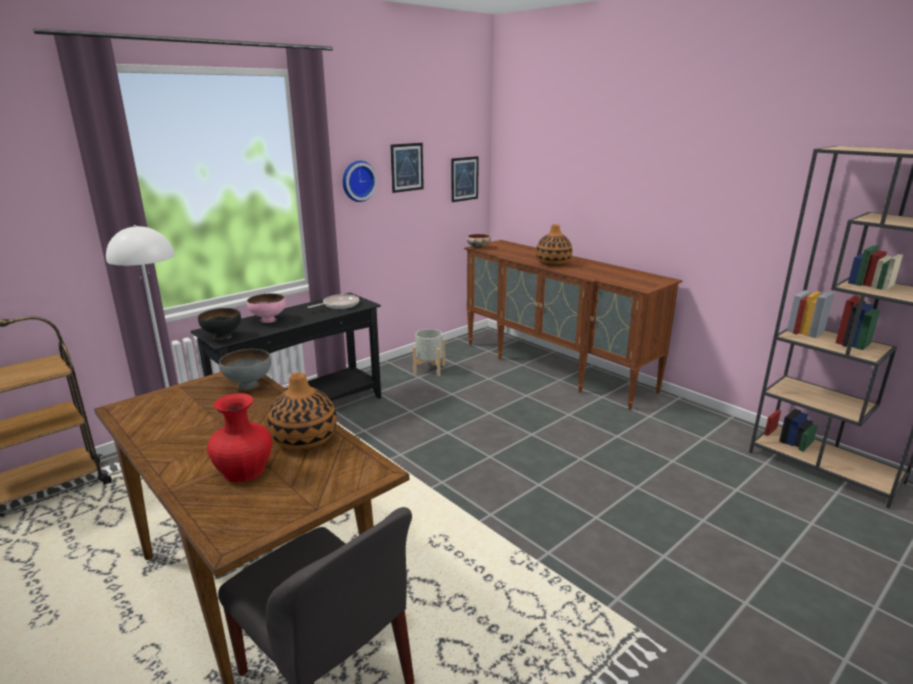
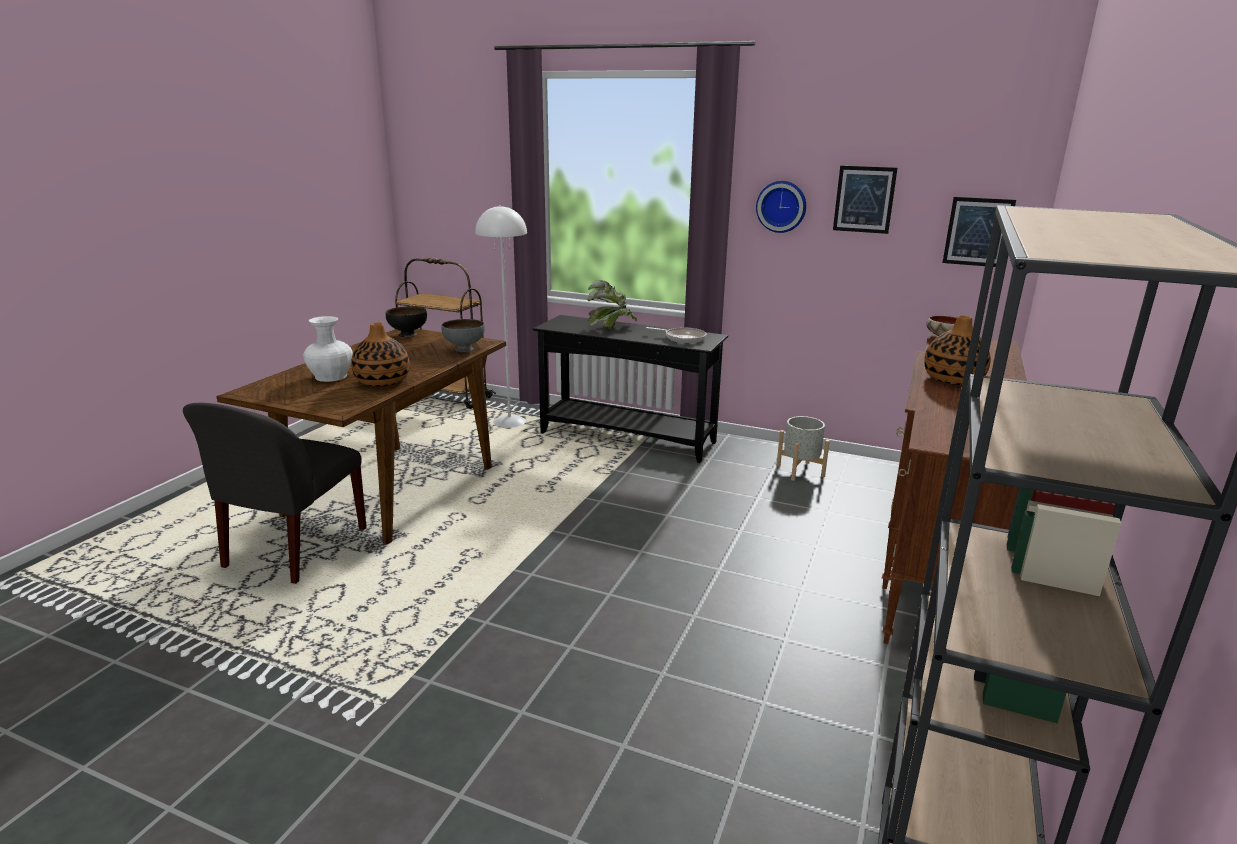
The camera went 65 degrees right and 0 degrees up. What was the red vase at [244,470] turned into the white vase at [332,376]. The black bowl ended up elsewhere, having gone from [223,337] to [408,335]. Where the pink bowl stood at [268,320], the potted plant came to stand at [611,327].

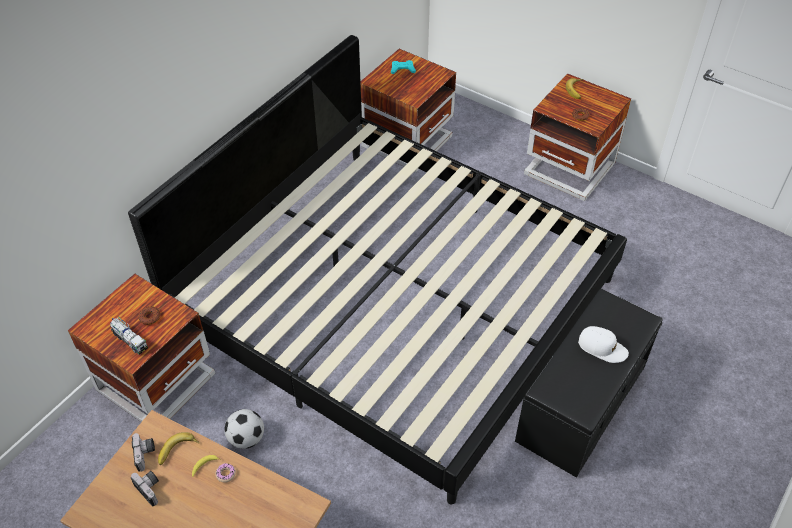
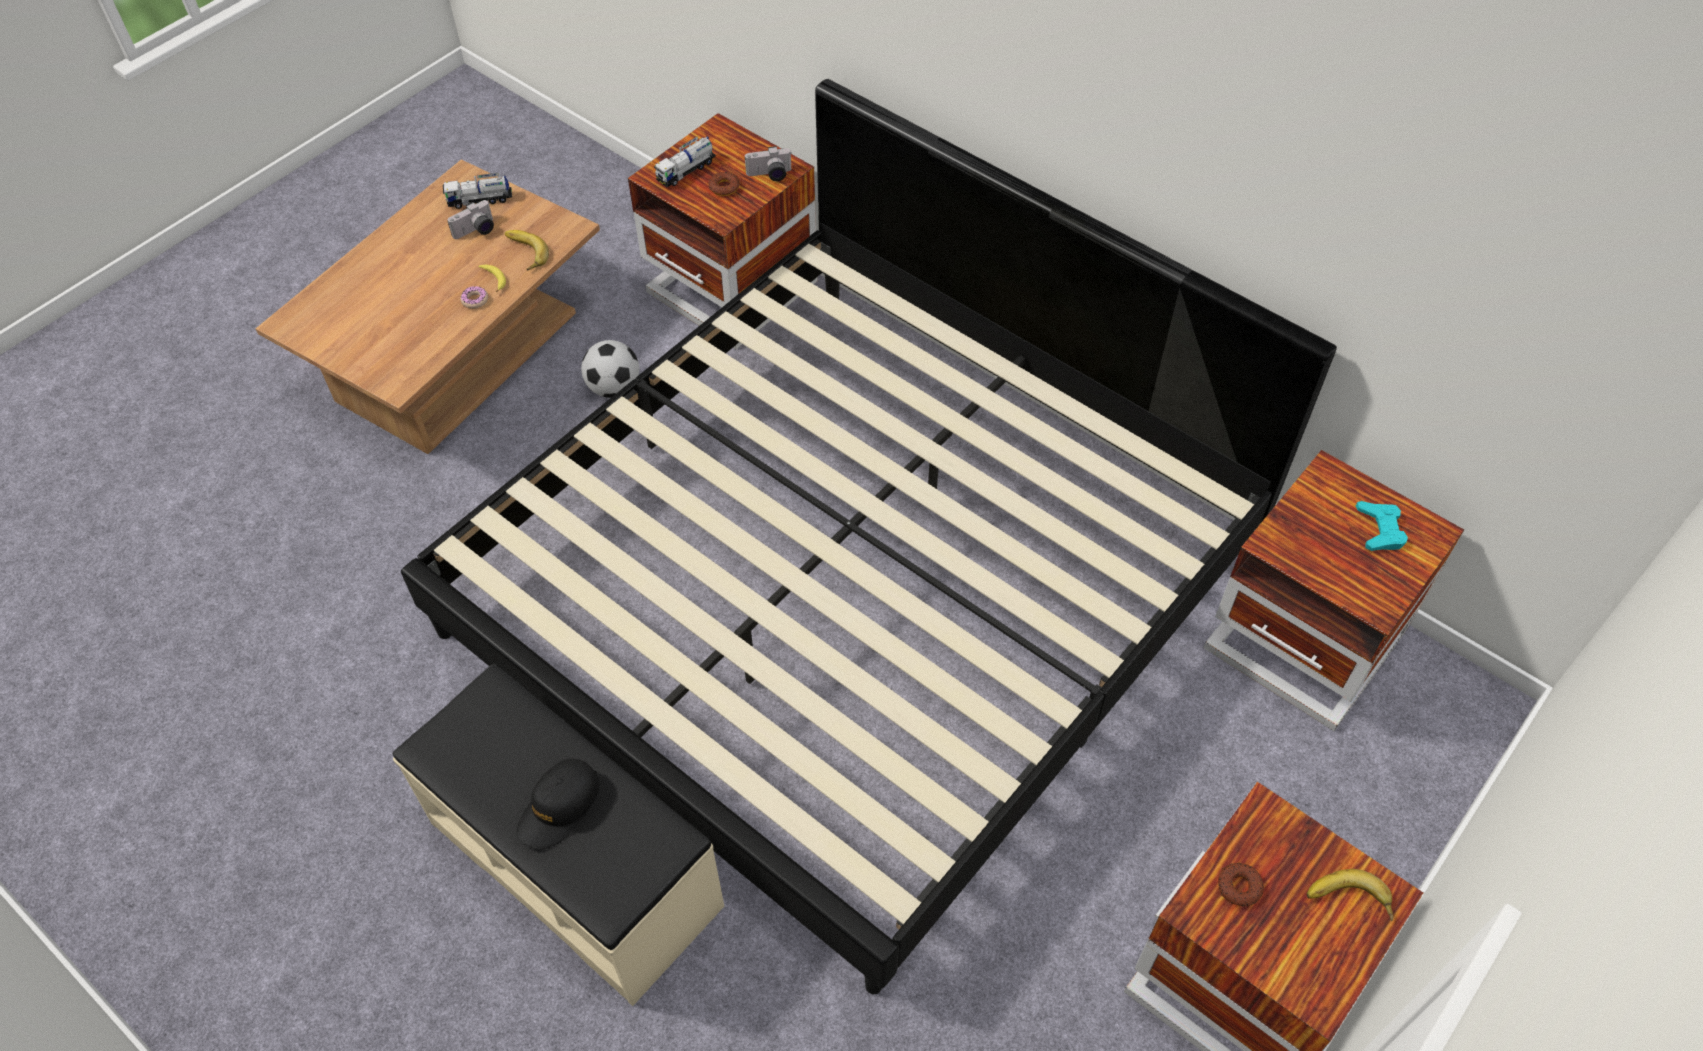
The camera went 95 degrees right and 5 degrees up. What was the black bench at [580,402] turned into the beige bench at [577,862]. The second view gained the toy truck at [480,200]. What was the white cap at [602,347] turned into the black cap at [559,808]. The photo camera ended up elsewhere, having gone from [145,454] to [770,175].

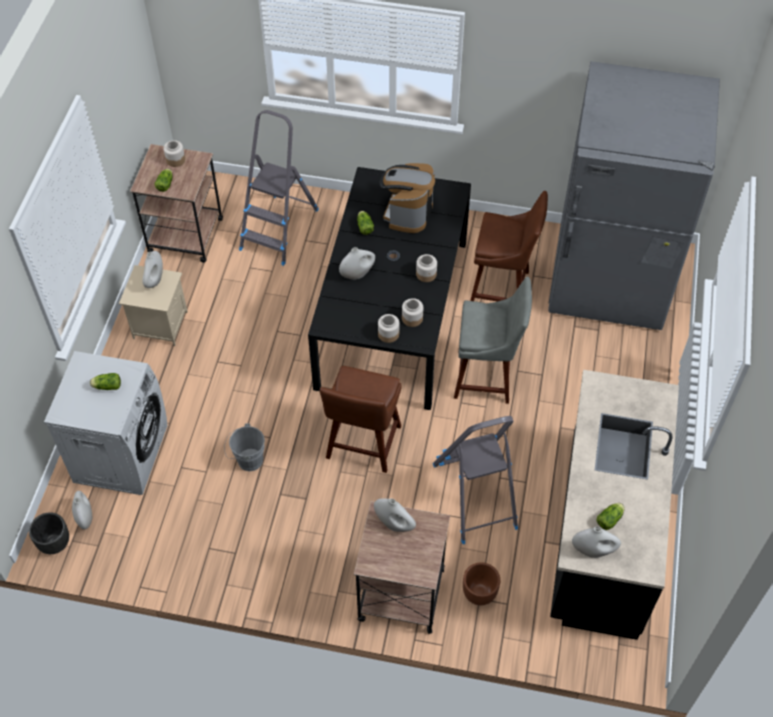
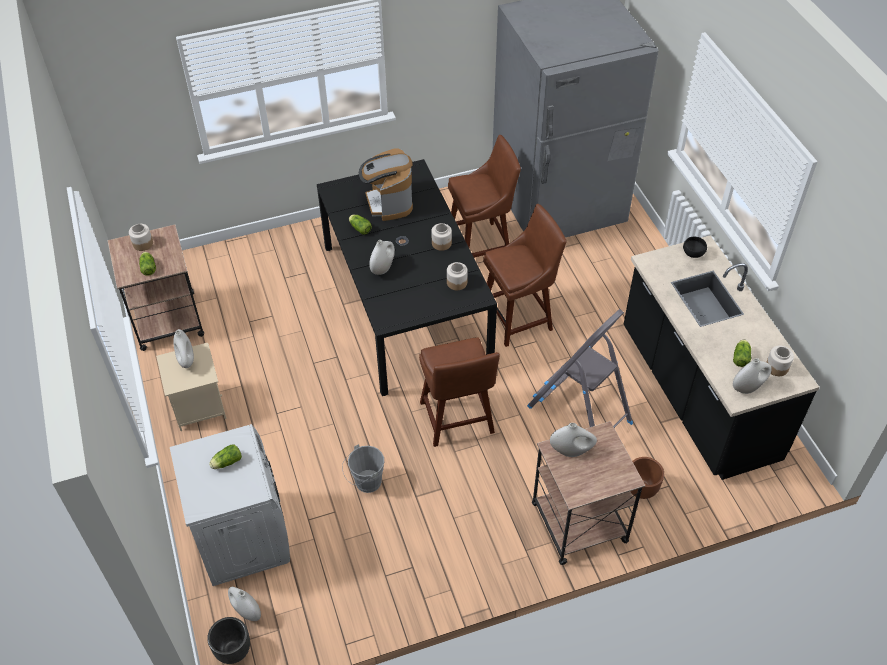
The camera went 30 degrees left and 5 degrees down. What was the grey chair at [487,376] turned into the brown chair at [520,317]. The second view gained the black bowl at [693,253]. The jar ended up elsewhere, having gone from [388,334] to [777,367]. The second view lost the grey step ladder at [279,230].

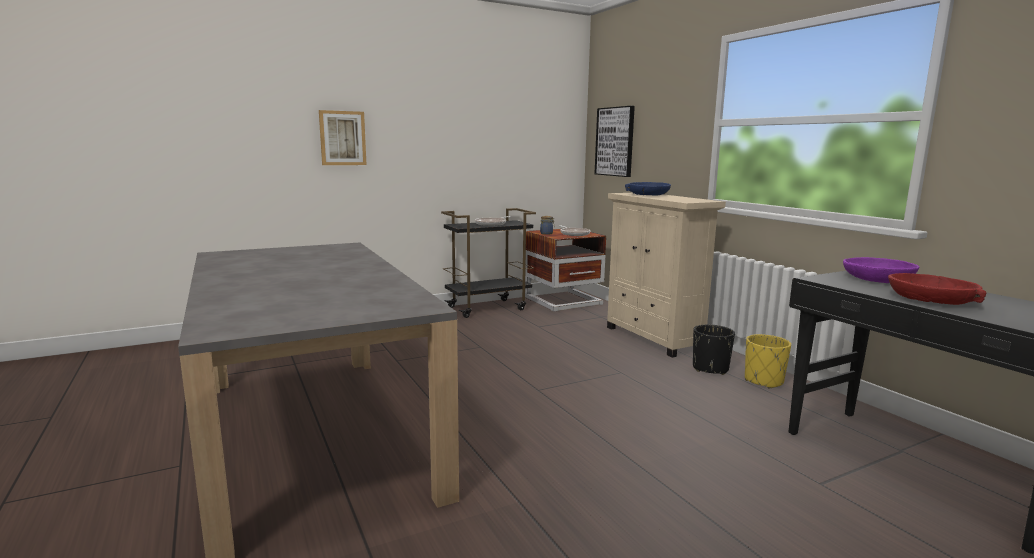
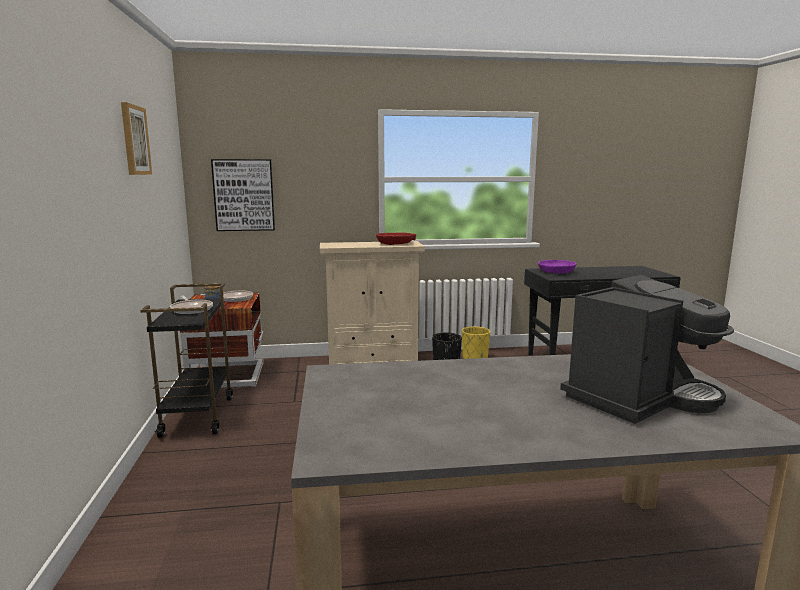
The camera went 70 degrees left and 0 degrees up. The picture ended up elsewhere, having gone from [342,138] to [134,140]. The red bowl ended up elsewhere, having gone from [931,299] to [395,243]. The second view gained the coffee machine at [639,397]. The second view lost the blue bowl at [648,194].

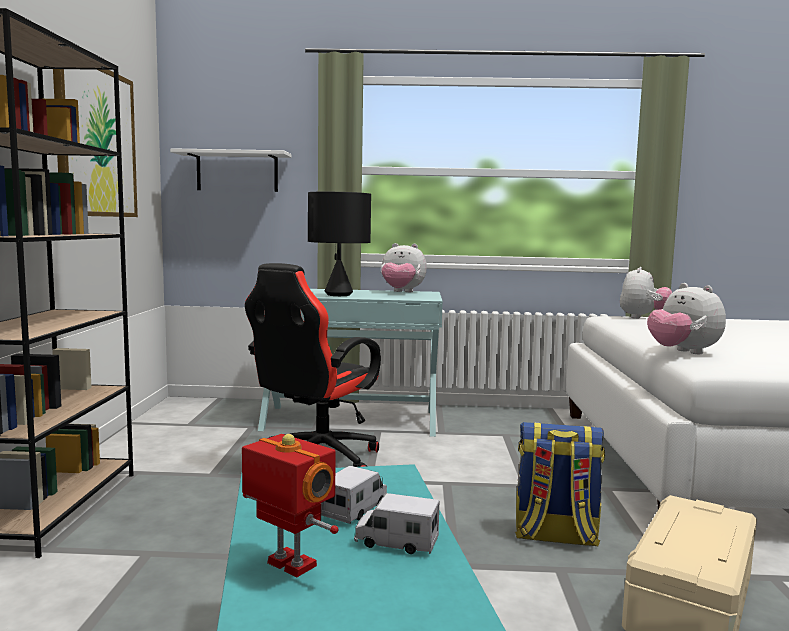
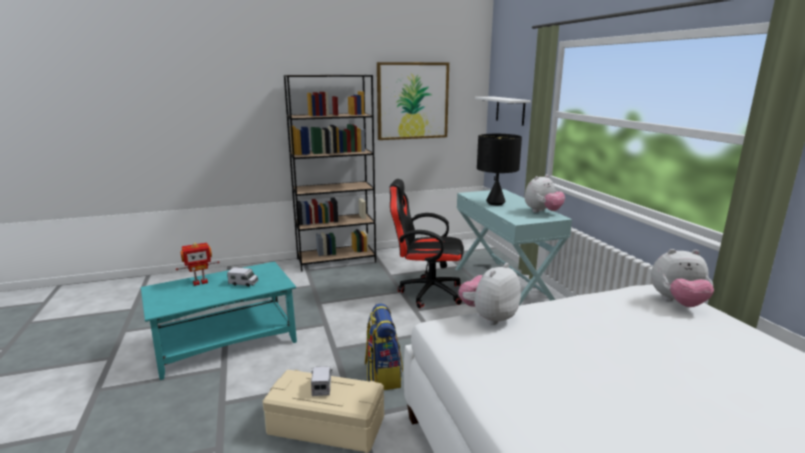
The camera went 70 degrees right and 10 degrees up. The toy robot at [289,565] ended up facing another way, 45 degrees clockwise from before. The toy truck ended up elsewhere, having gone from [396,542] to [322,386]. The plush toy at [402,292] ended up facing another way, 120 degrees counterclockwise from before.

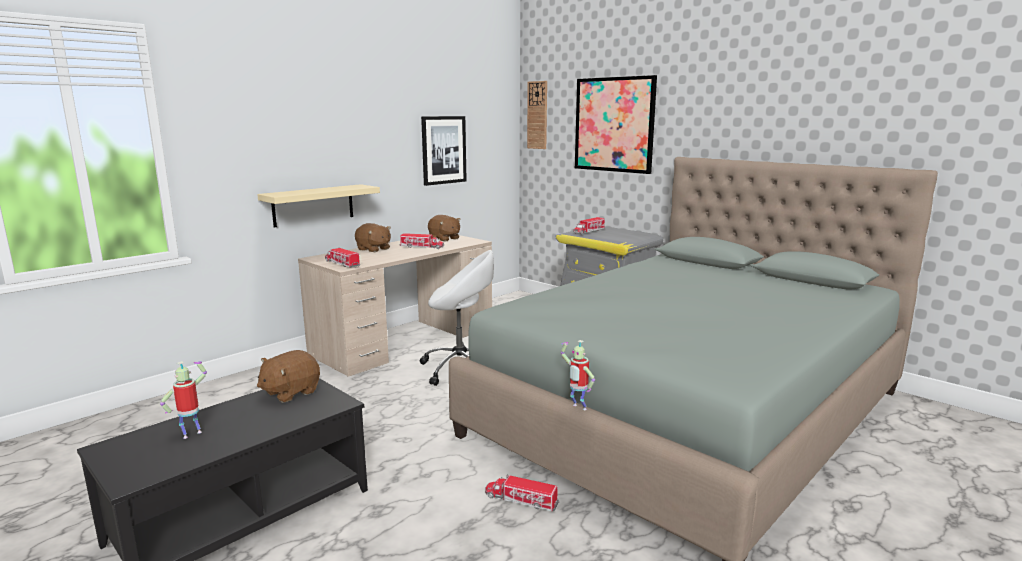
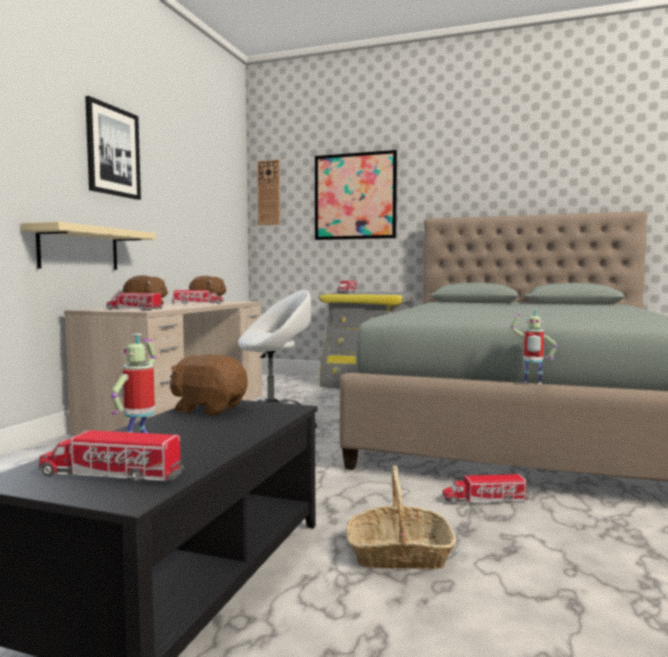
The camera went 25 degrees left and 10 degrees down. The second view gained the toy truck at [110,475]. The picture ended up elsewhere, having gone from [443,150] to [113,151]. The brown plush toy at [290,392] ended up facing another way, 90 degrees clockwise from before. The second view gained the basket at [398,554].

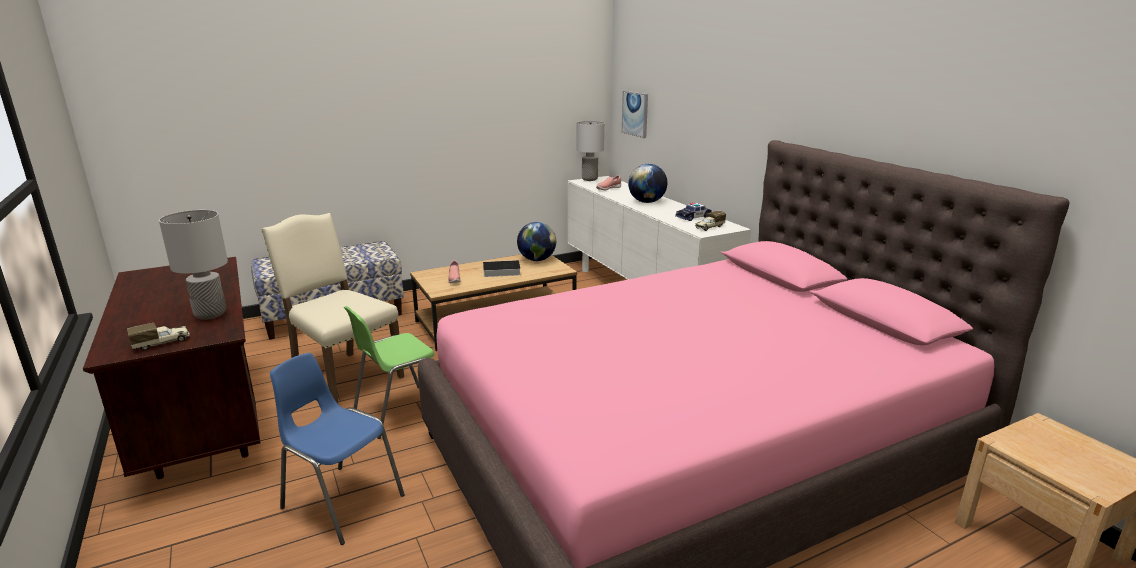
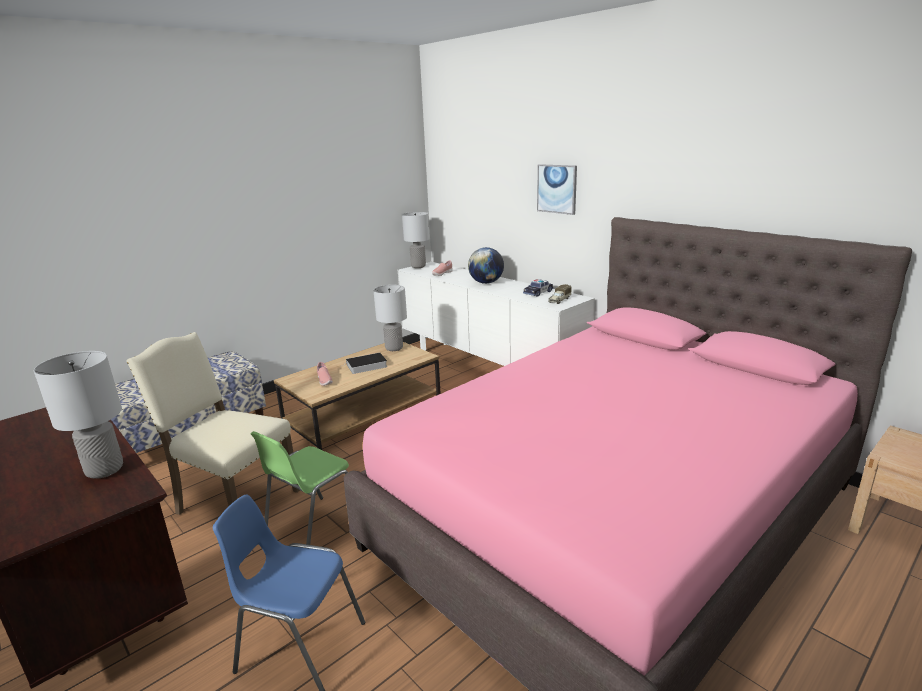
The camera went 15 degrees left and 0 degrees up. Where the globe stood at [537,260], the grey table lamp came to stand at [394,349]. The picture ended up elsewhere, having gone from [635,114] to [557,189]. The second view lost the toy truck at [162,343].

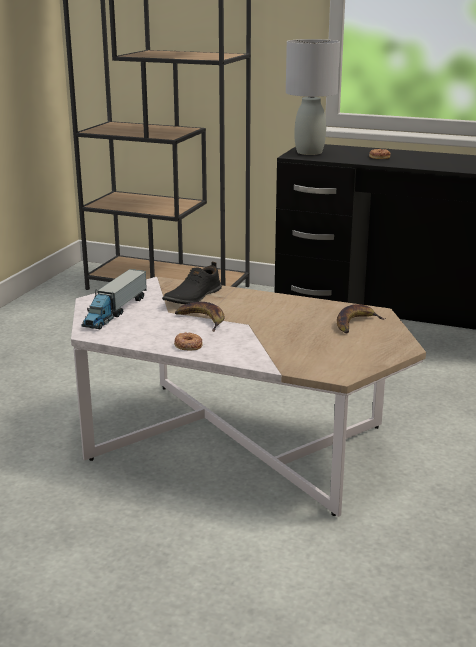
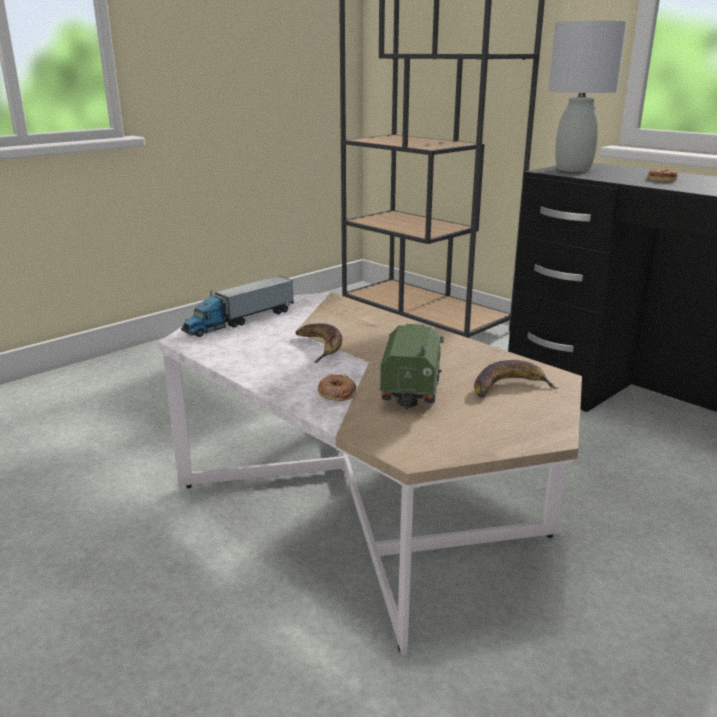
The camera went 25 degrees right and 0 degrees up. The donut ended up elsewhere, having gone from [188,345] to [337,392]. The second view gained the toy truck at [412,384]. The second view lost the black shoe at [192,297].

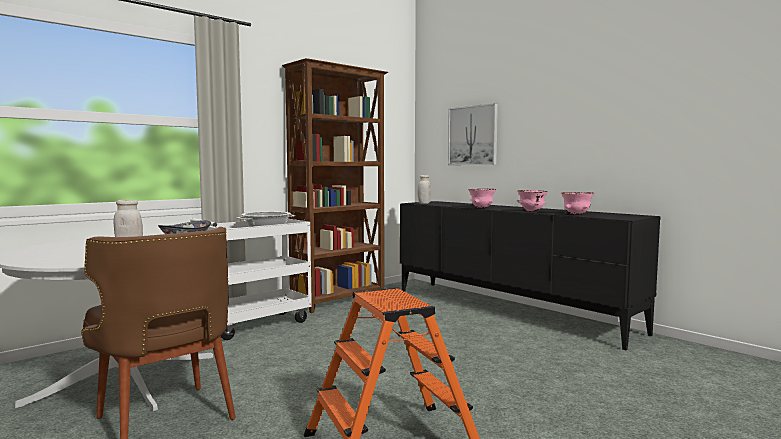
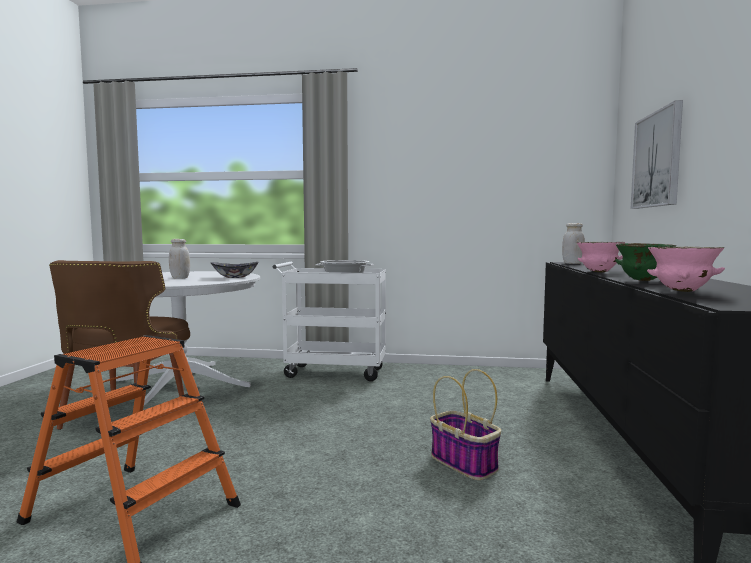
The camera went 50 degrees right and 0 degrees up. The second view gained the basket at [465,463]. What was the pink bowl at [531,211] turned into the green bowl at [642,280]. The second view lost the brown bookcase at [339,300].

